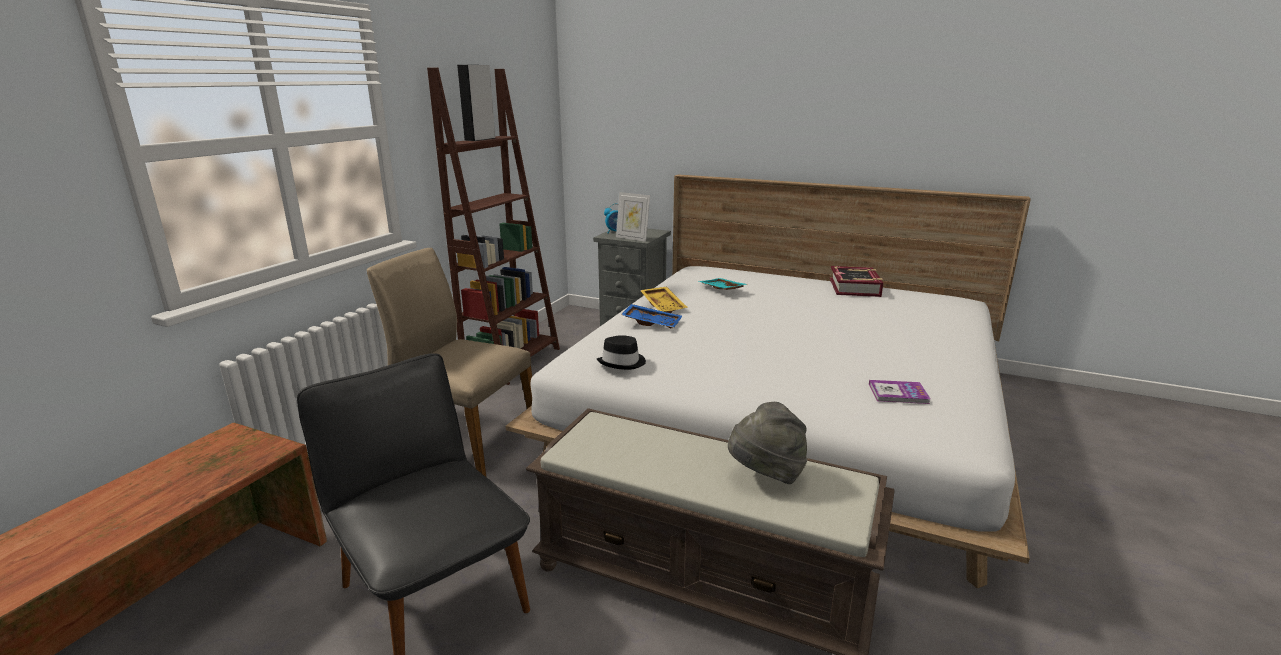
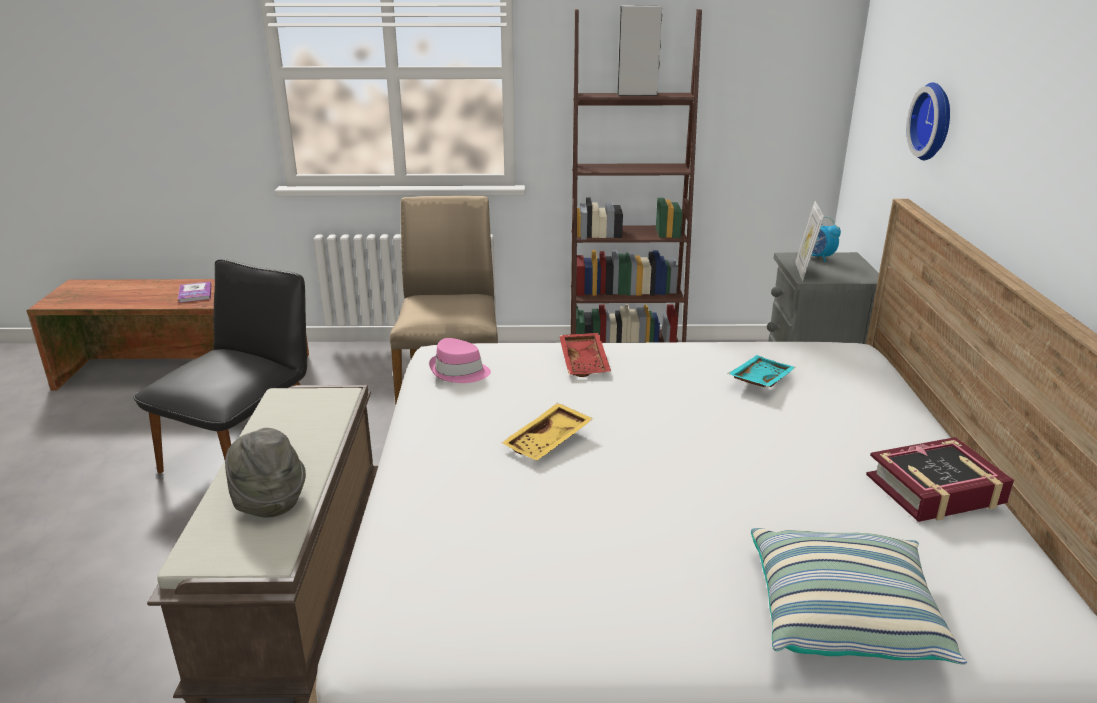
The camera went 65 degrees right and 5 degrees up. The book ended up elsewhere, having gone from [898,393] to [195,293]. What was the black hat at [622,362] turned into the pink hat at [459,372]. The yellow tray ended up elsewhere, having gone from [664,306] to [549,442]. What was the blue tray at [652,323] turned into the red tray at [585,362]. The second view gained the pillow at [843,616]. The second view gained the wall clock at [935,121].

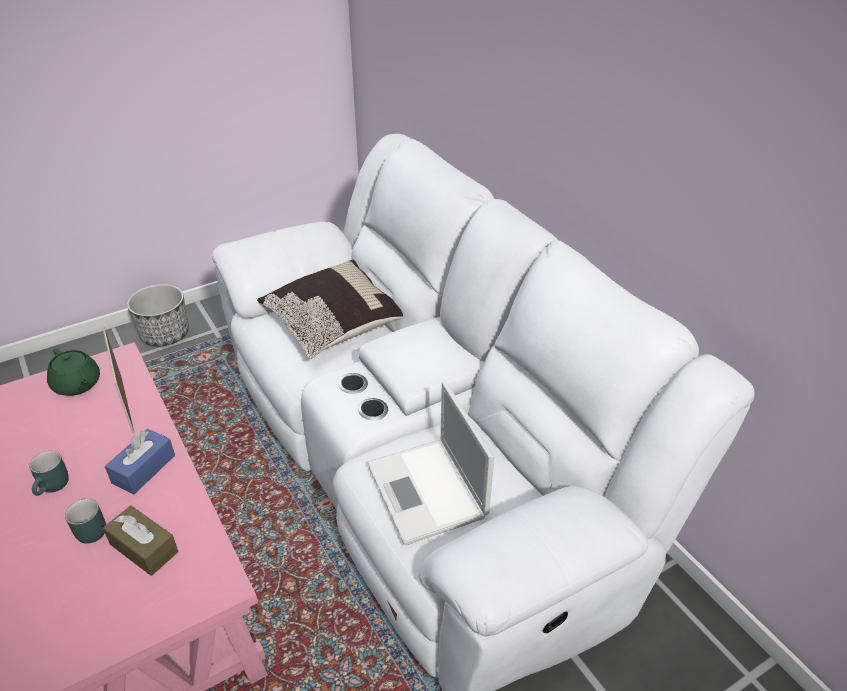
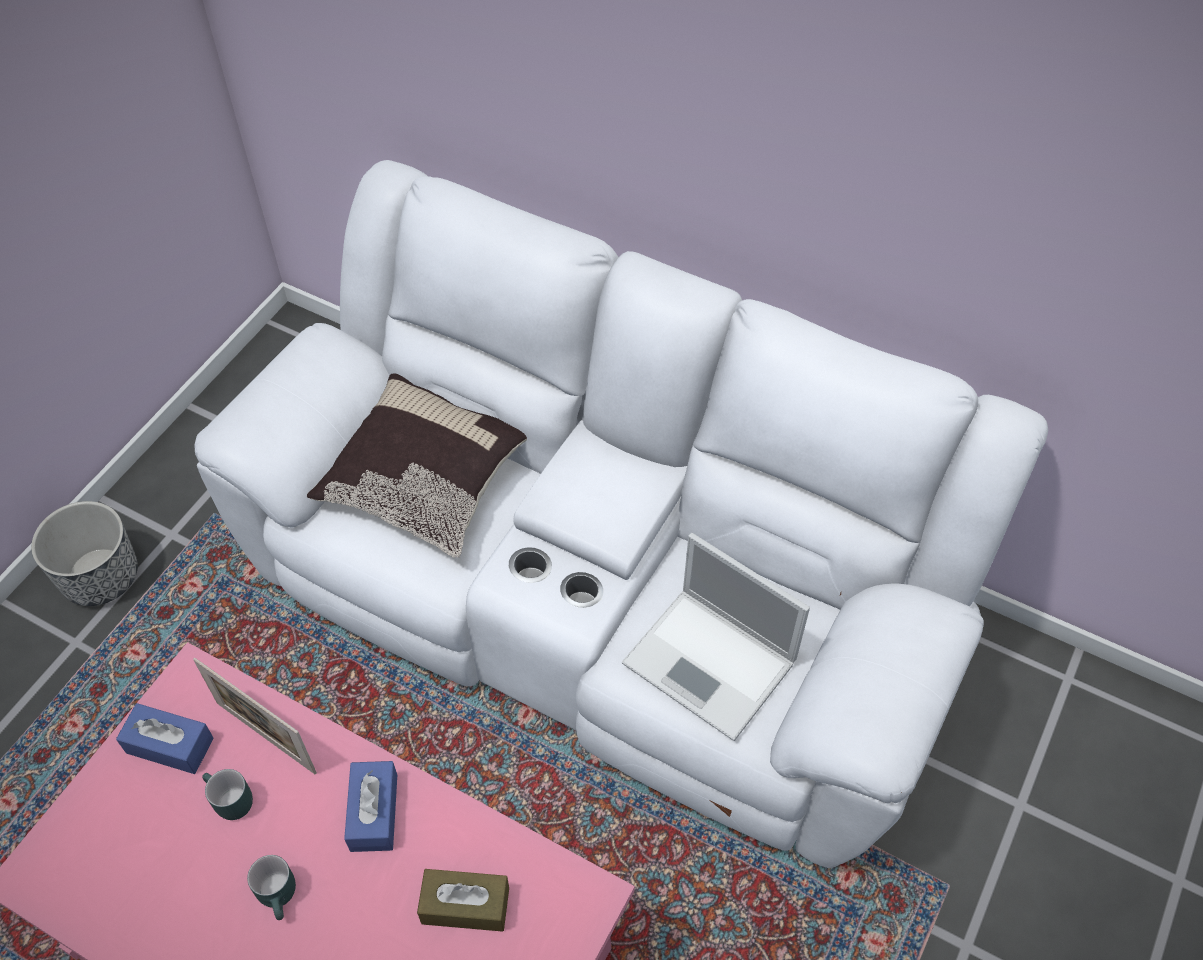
The camera went 30 degrees left and 15 degrees up. Where the green teapot stood at [77,385], the blue tissue box came to stand at [170,745]. The turquoise mug ended up elsewhere, having gone from [88,529] to [228,802].

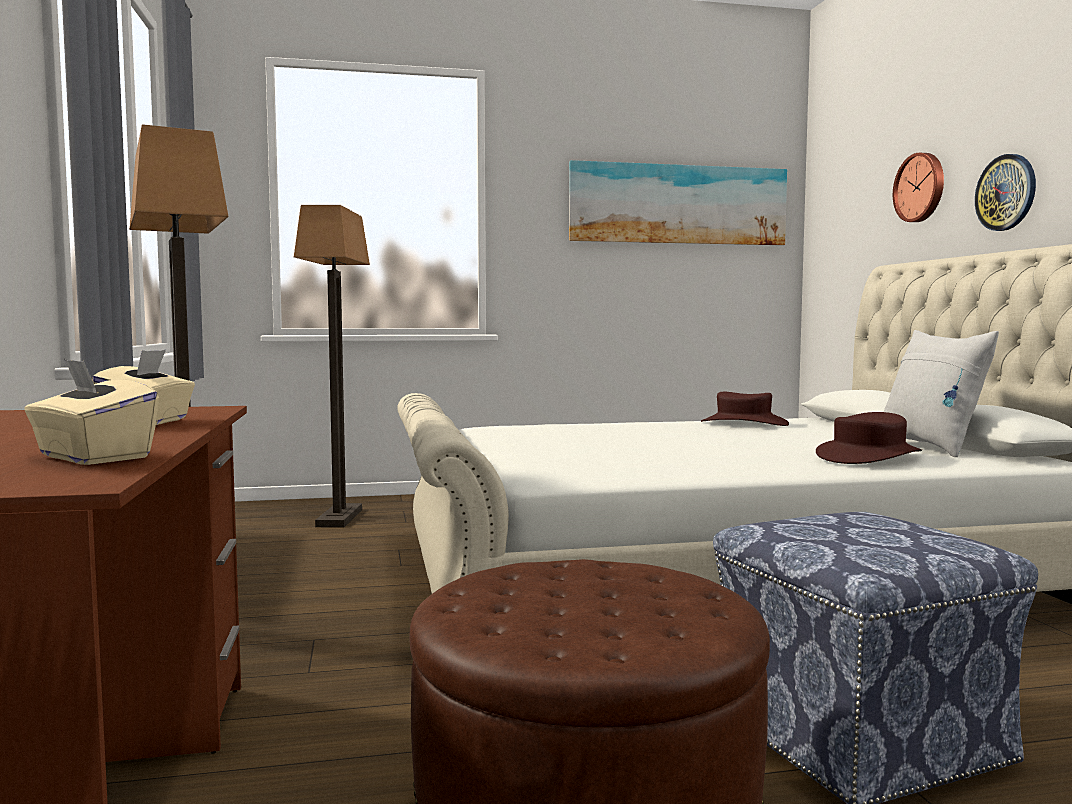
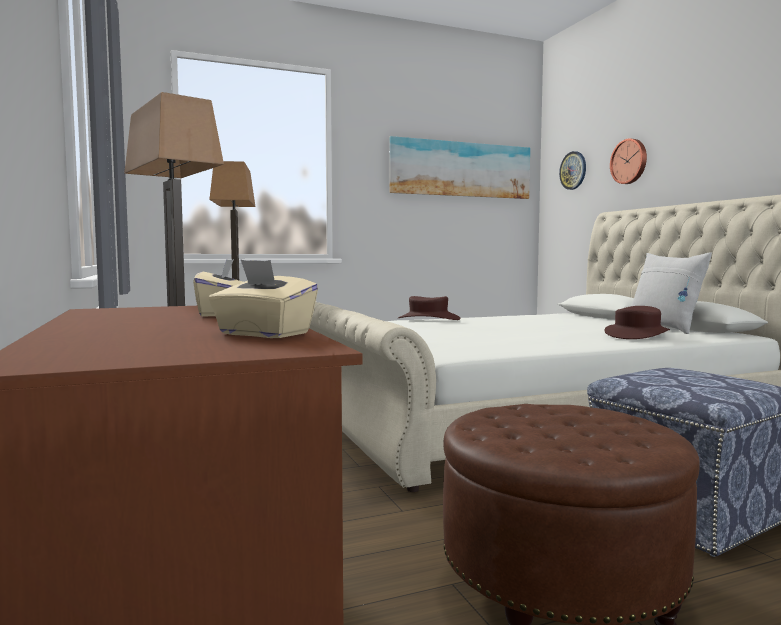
The camera went 10 degrees left and 0 degrees up. The brown hat ended up elsewhere, having gone from [744,423] to [428,319]. The wall clock ended up elsewhere, having gone from [1006,192] to [573,170].

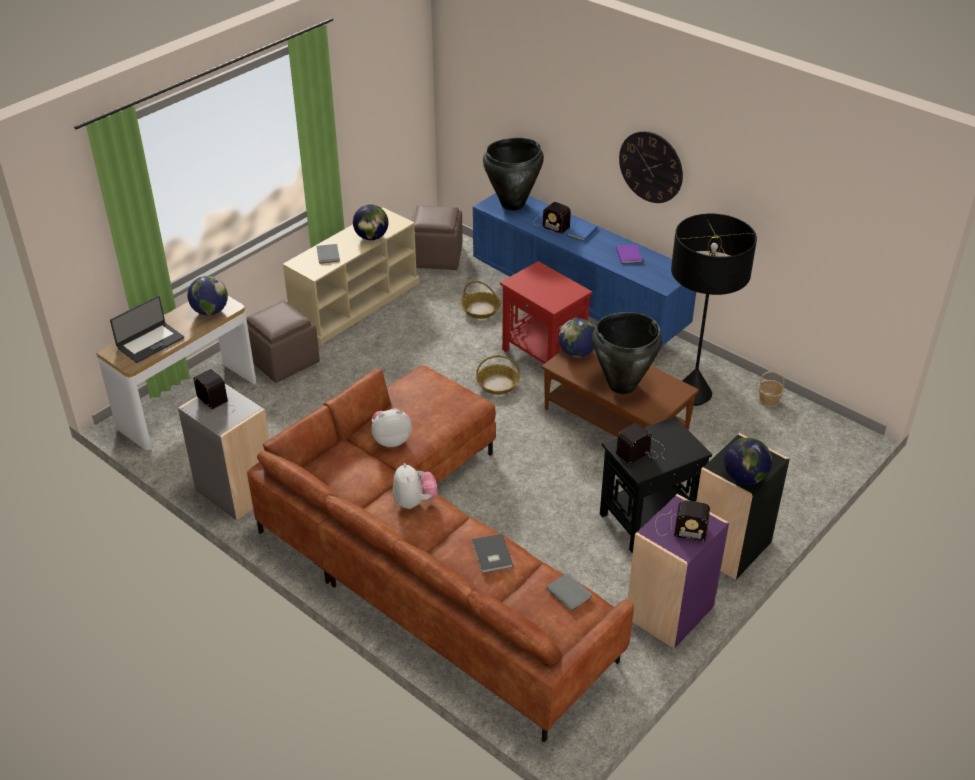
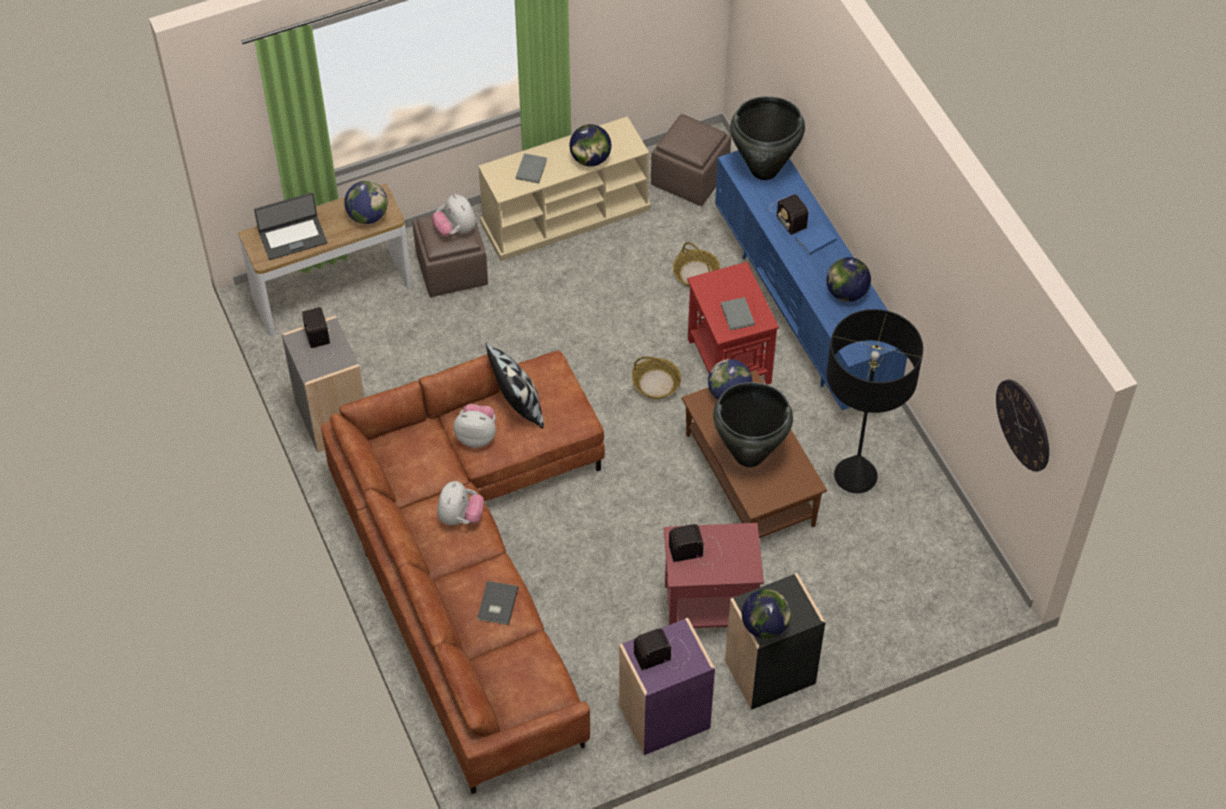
The camera went 25 degrees right and 15 degrees up. The second view gained the plush toy at [455,229]. The second view gained the pillow at [518,404]. The radio at [679,527] ended up facing another way, 120 degrees clockwise from before. What was the black side table at [648,519] turned into the red side table at [709,608]. The grey book ended up elsewhere, having gone from [569,594] to [737,316]. Where the purple book stood at [629,255], the globe came to stand at [846,293]. The wall clock ended up elsewhere, having gone from [651,167] to [1023,425]. The second view lost the basket at [769,400].

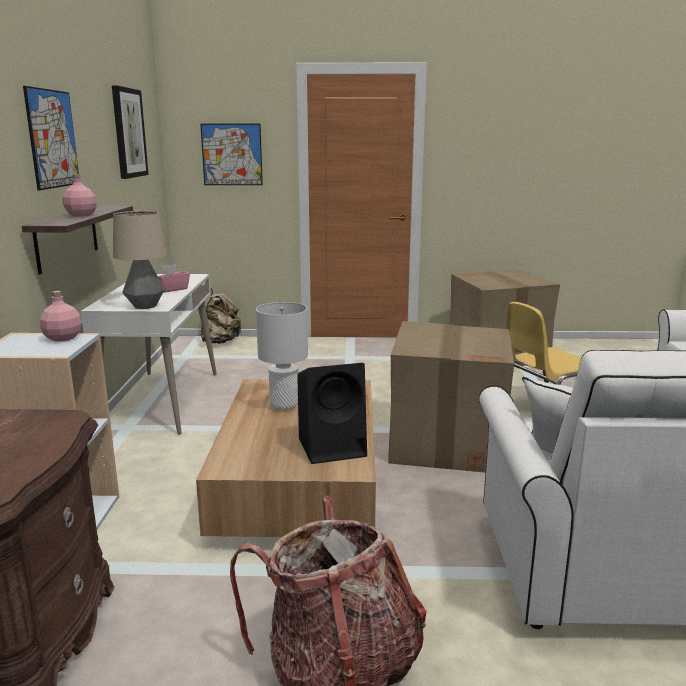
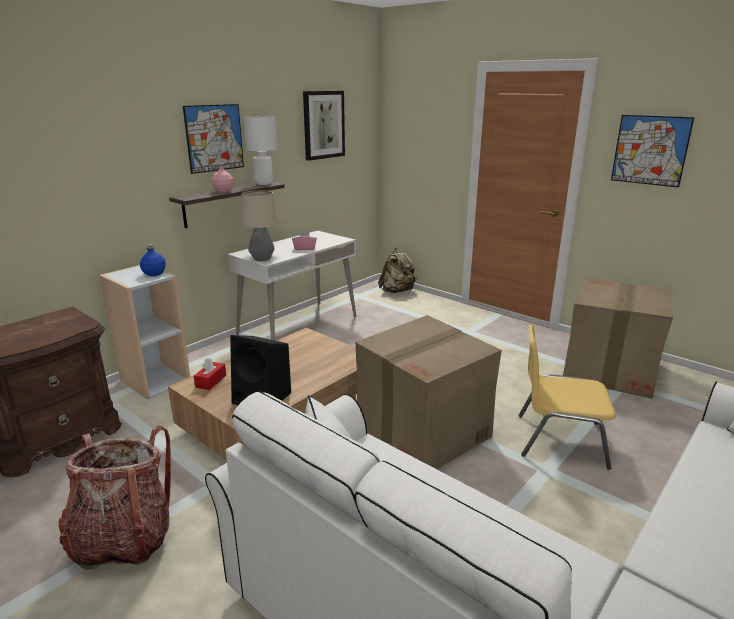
The camera went 40 degrees right and 5 degrees up. What was the pink bottle at [62,338] turned into the blue bottle at [154,274]. The second view gained the red tissue box at [211,381]. The white table lamp ended up elsewhere, having gone from [284,406] to [264,184]. The picture ended up elsewhere, having gone from [232,154] to [650,150].

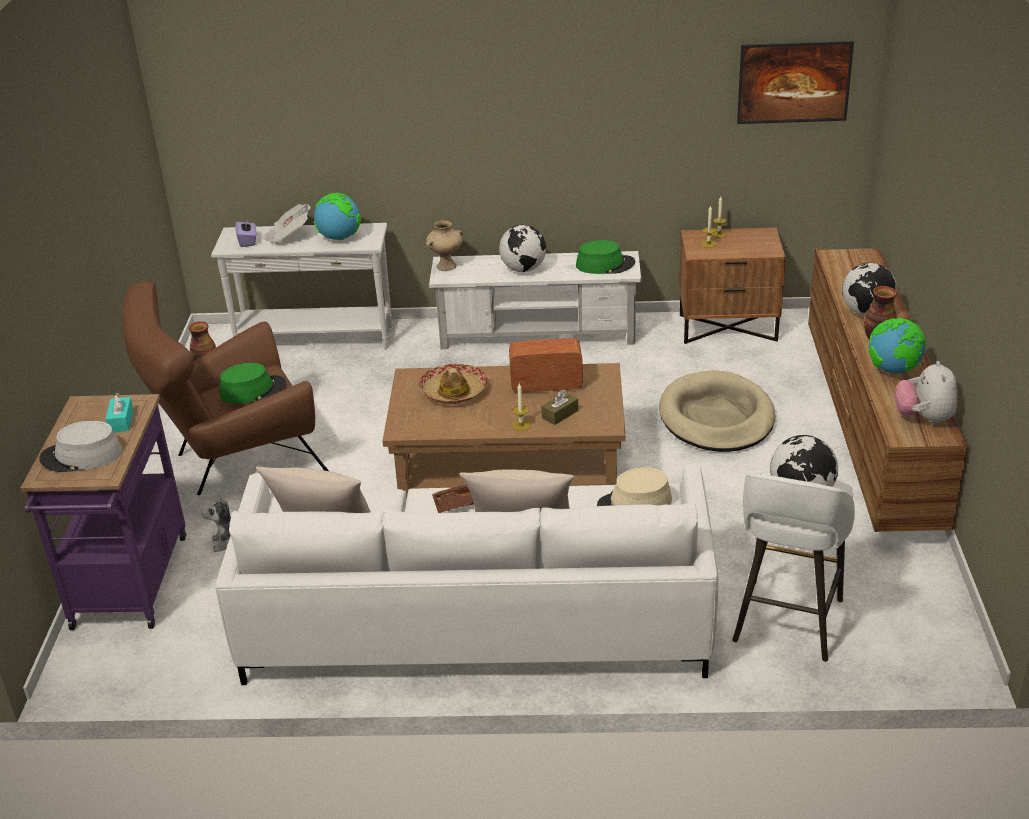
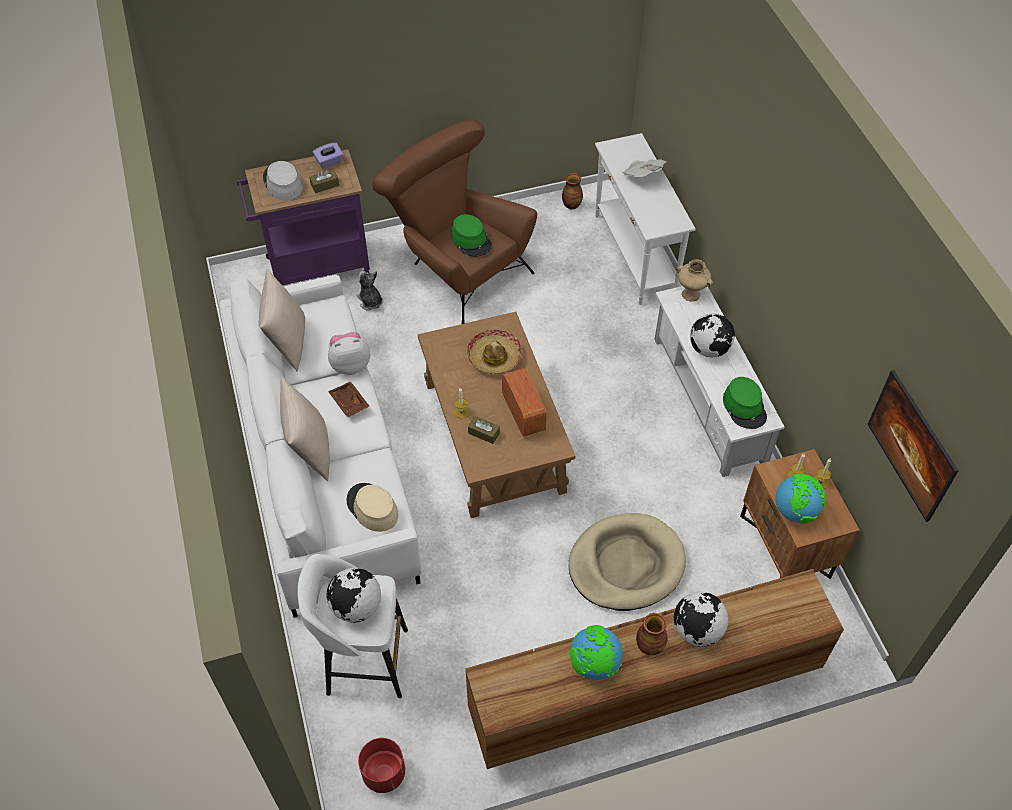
The camera went 70 degrees right and 20 degrees up. What was the turquoise tissue box at [121,421] turned into the brown tissue box at [325,185]. The purple tissue box ended up elsewhere, having gone from [248,241] to [329,161]. The plush toy ended up elsewhere, having gone from [924,418] to [350,364]. The second view gained the red planter at [384,773]. The globe ended up elsewhere, having gone from [339,238] to [795,511].

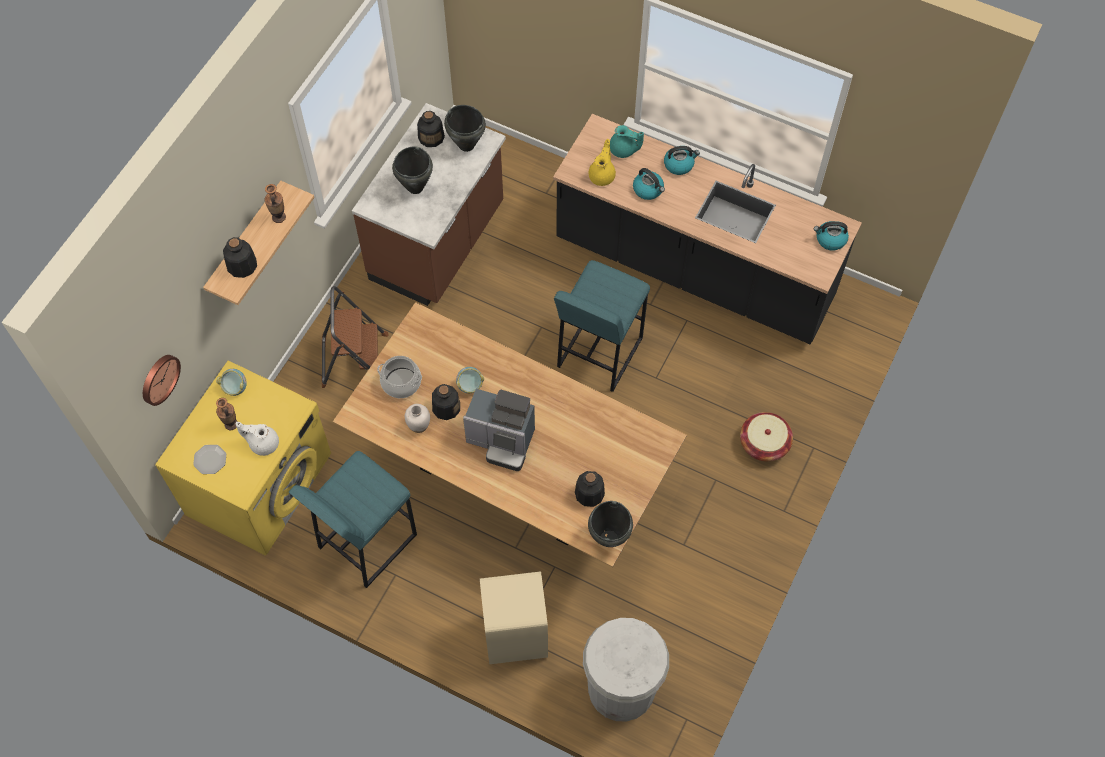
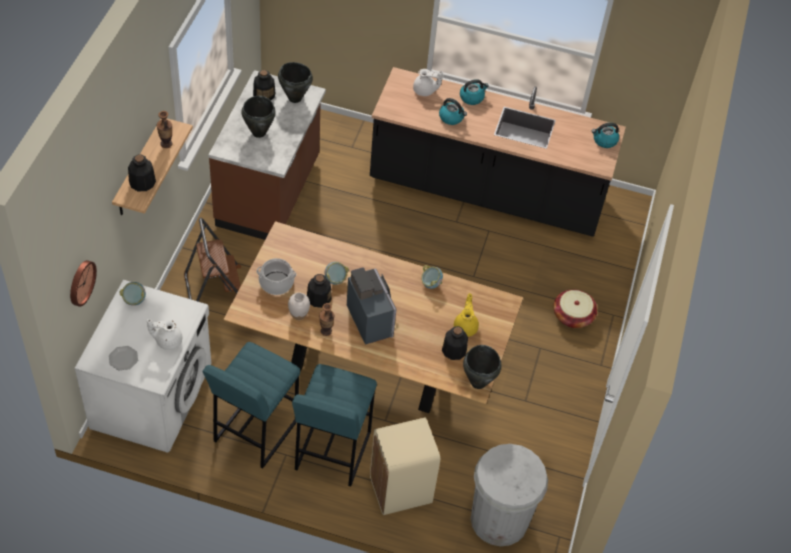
The camera went 15 degrees left and 10 degrees down. What was the yellow washing machine at [263,486] turned into the white washing machine at [154,398]. The turquoise stool ended up elsewhere, having gone from [599,354] to [332,452]. The vase ended up elsewhere, having gone from [231,424] to [326,331]. The coffee machine at [502,441] ended up facing another way, 120 degrees counterclockwise from before. What was the turquoise teapot at [624,150] turned into the white teapot at [425,91]. The second view gained the bowl at [430,284]. The yellow teapot ended up elsewhere, having gone from [602,175] to [466,327].

